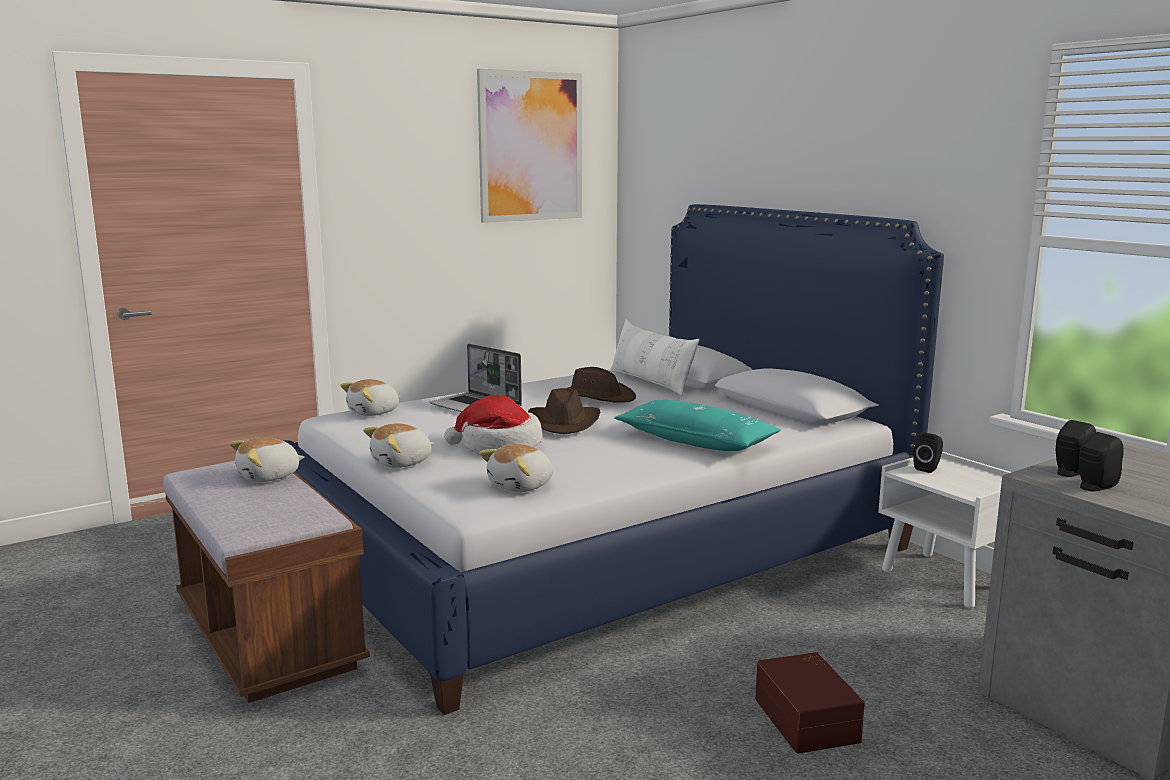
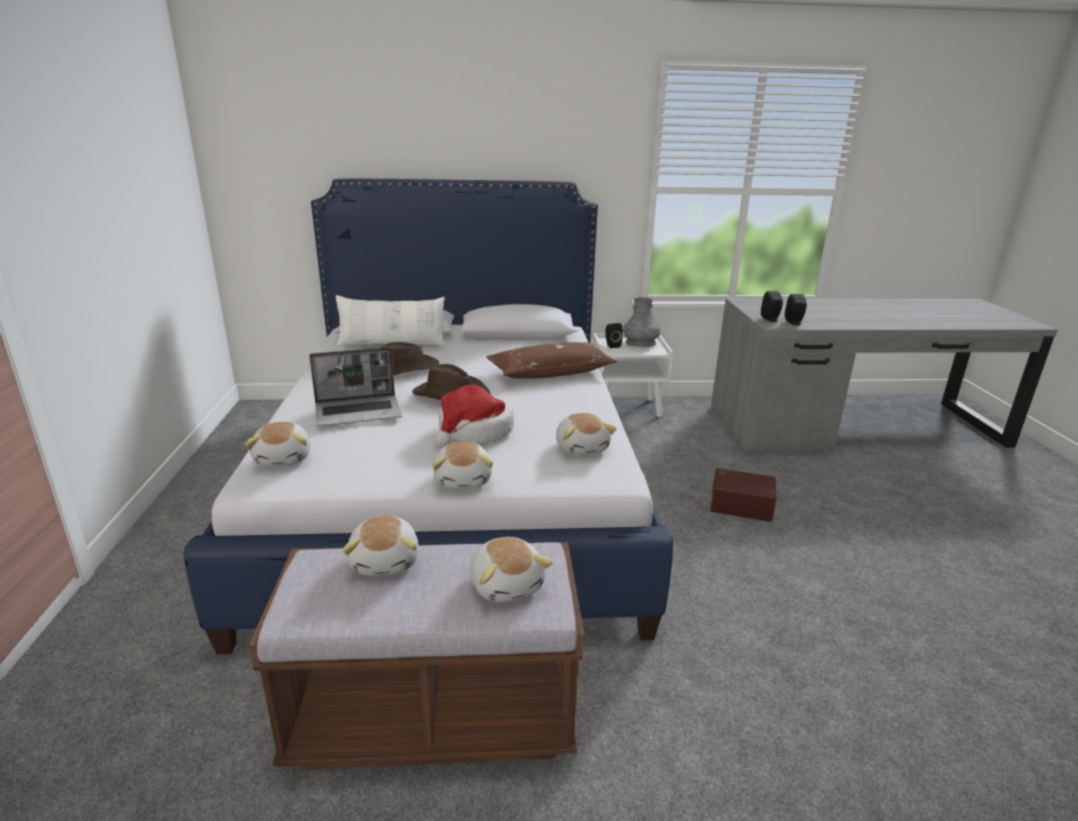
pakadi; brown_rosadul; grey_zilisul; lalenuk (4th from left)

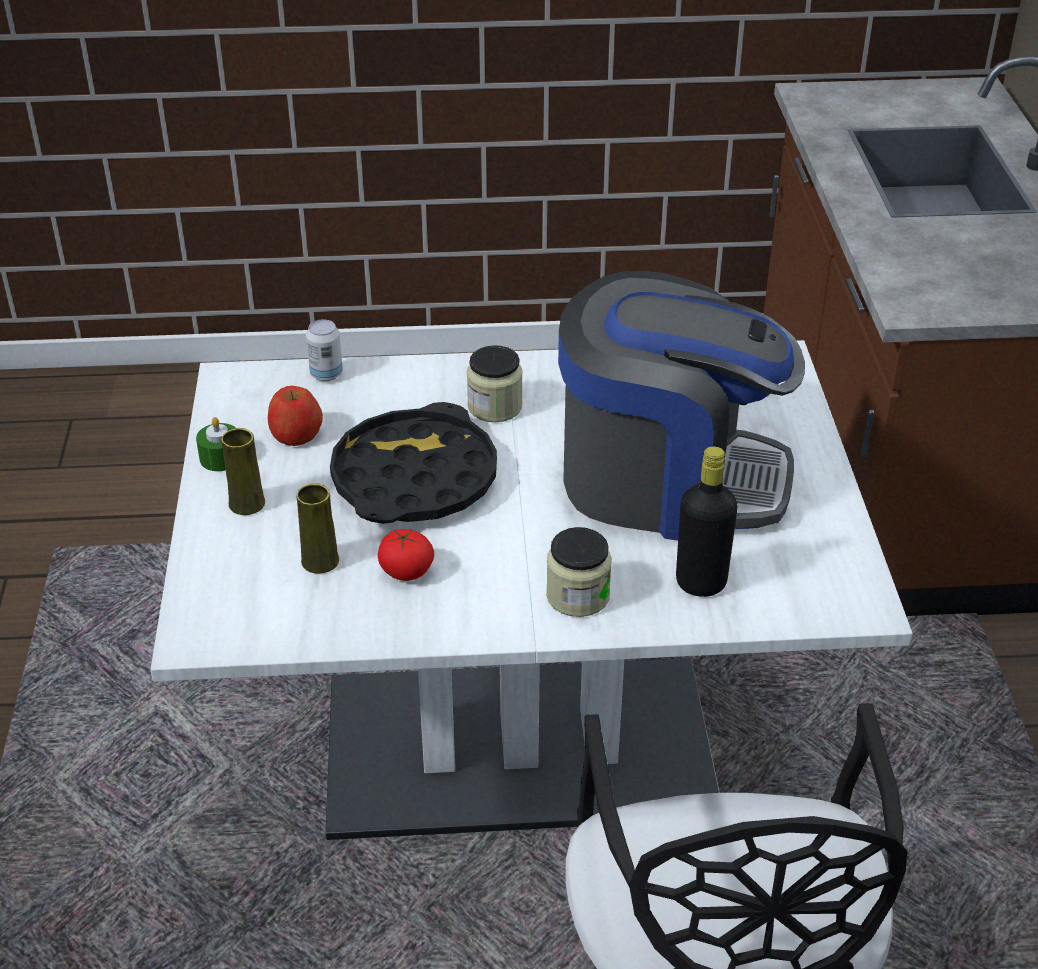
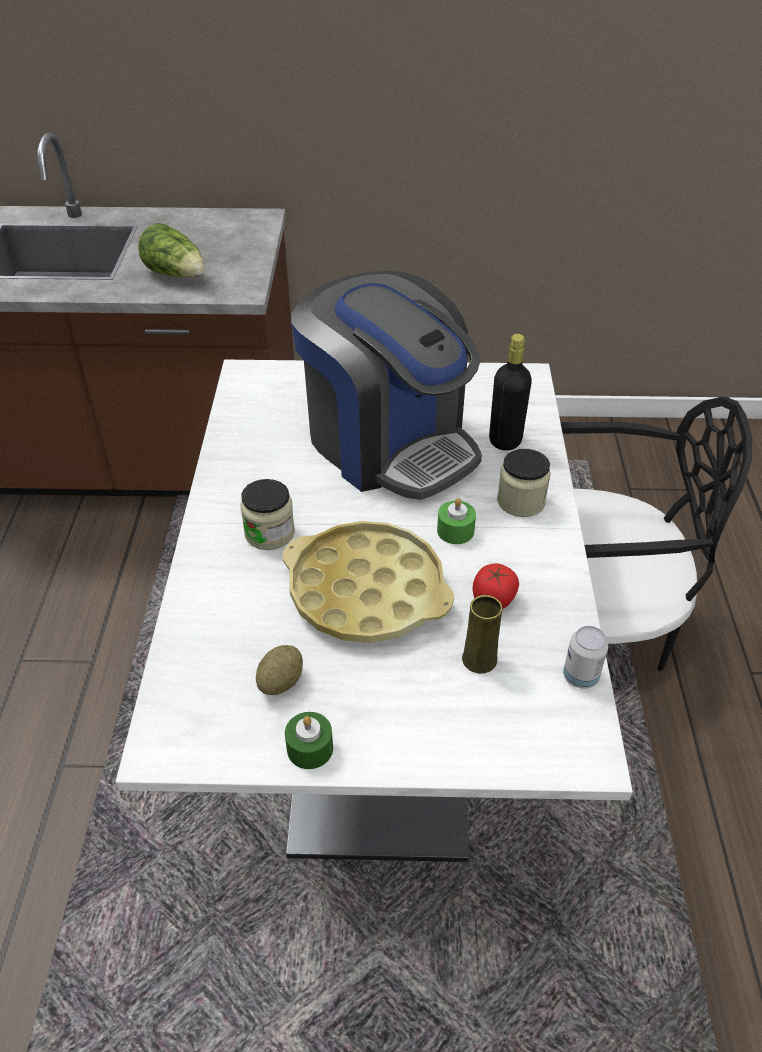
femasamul; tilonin; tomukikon; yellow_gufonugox; yellow_zilisul (1st from left in the first image); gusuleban; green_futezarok (2nd from left)

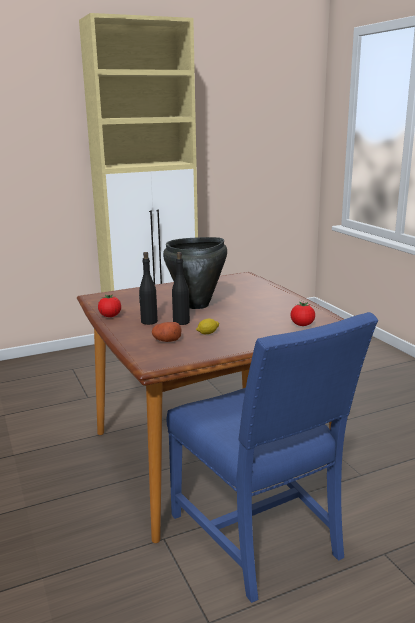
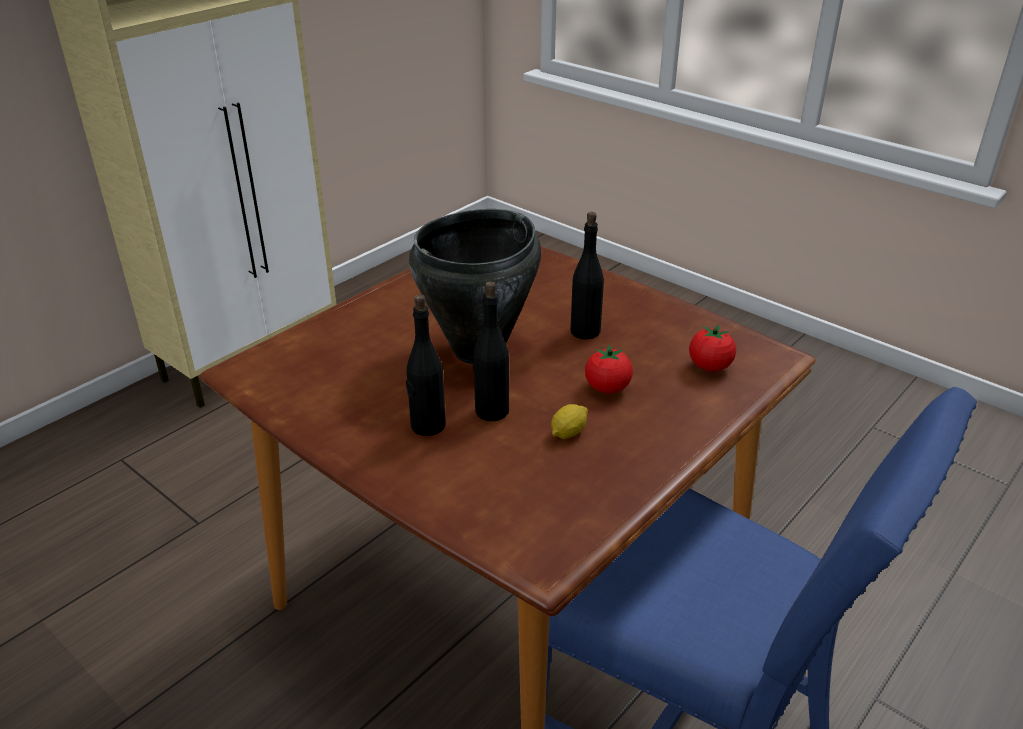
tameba (1st from left); tomukikon; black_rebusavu (3rd from left)

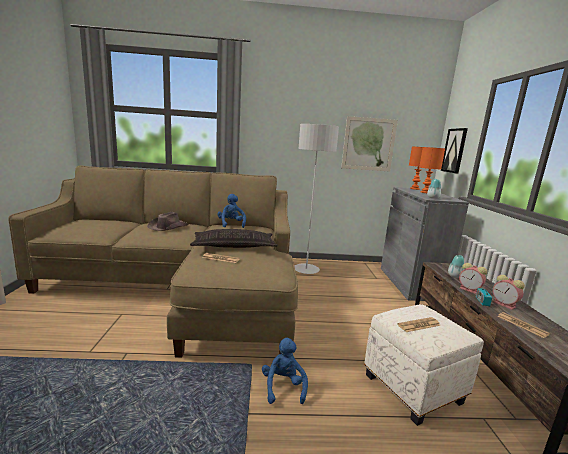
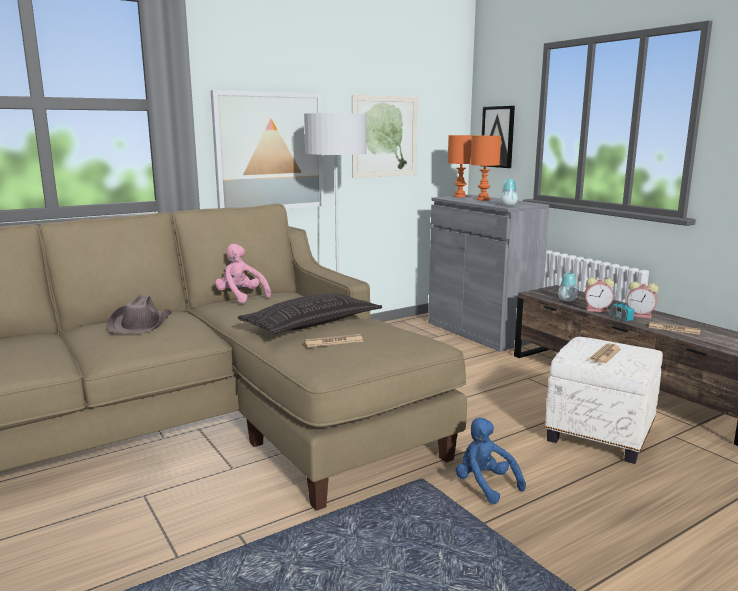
pink_lalenuk; pakadi (1st from left)

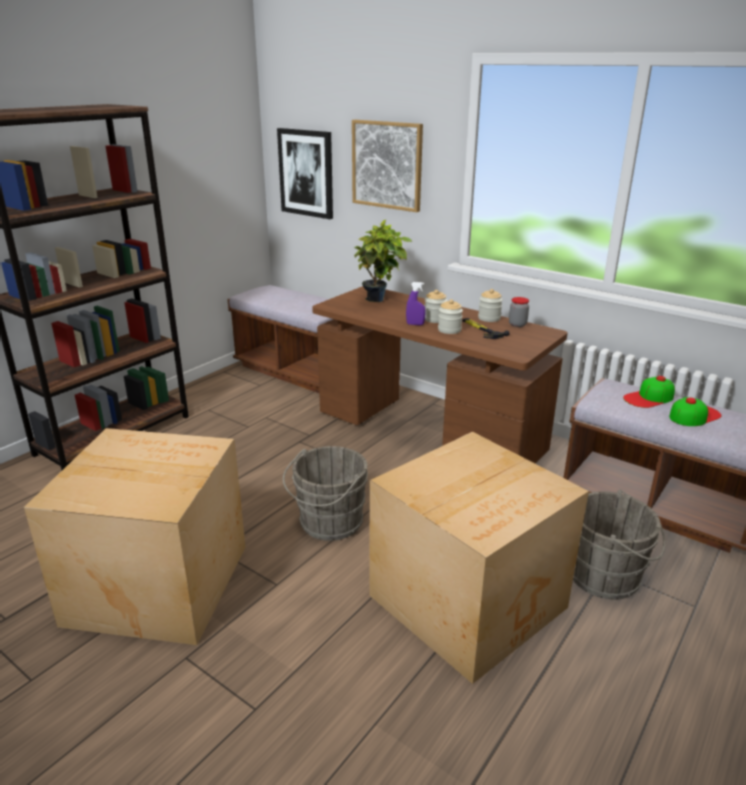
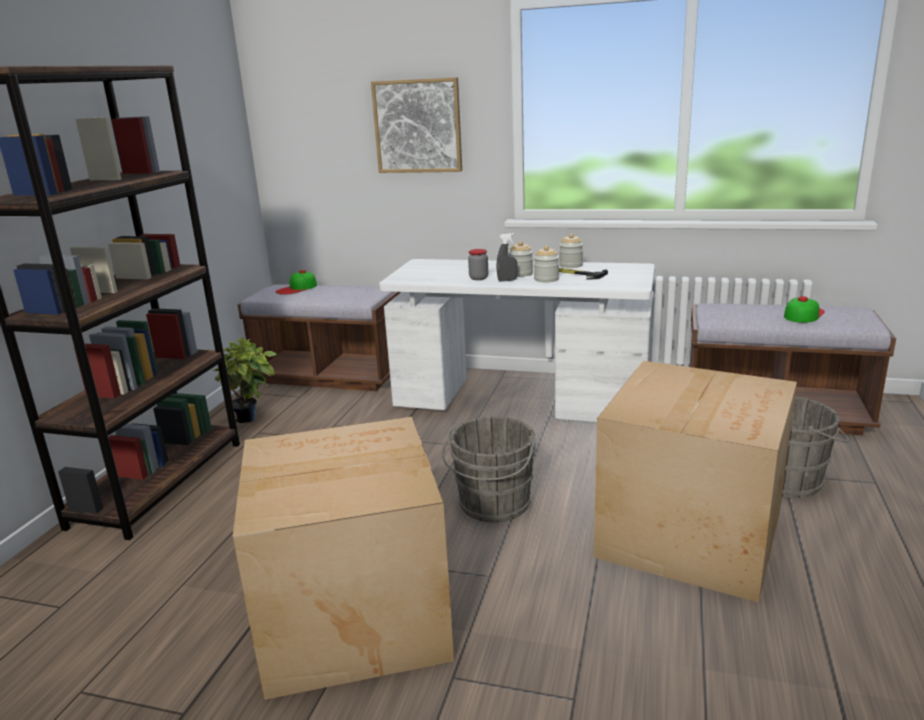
pakadi (1st from left in the first image); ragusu; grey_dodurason; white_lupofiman; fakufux (1st from left); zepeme (1st from left)

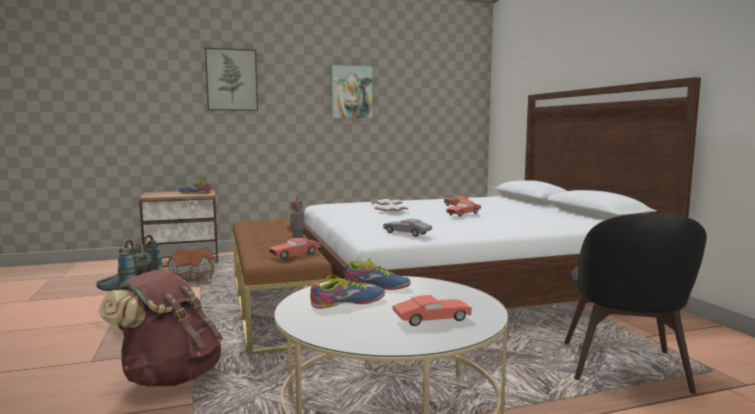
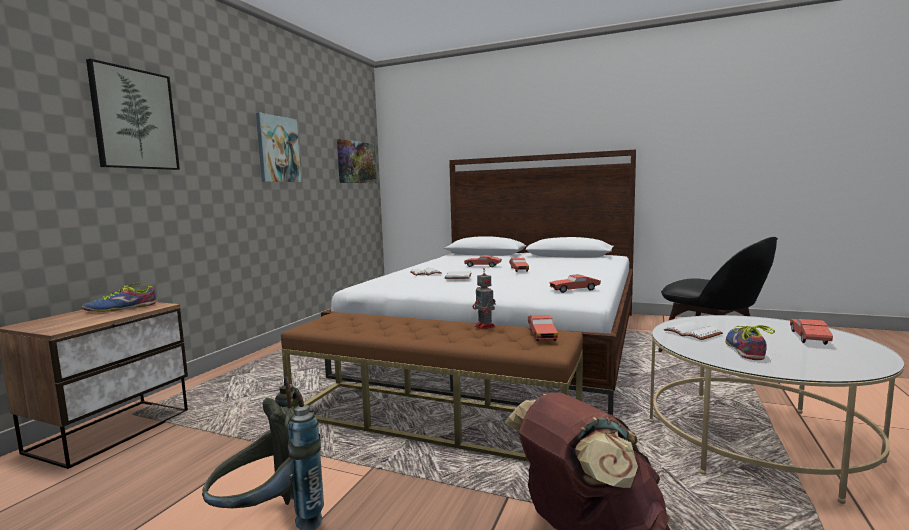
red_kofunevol (4th from left); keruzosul; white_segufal (3rd from left); pakadi (3rd from left)

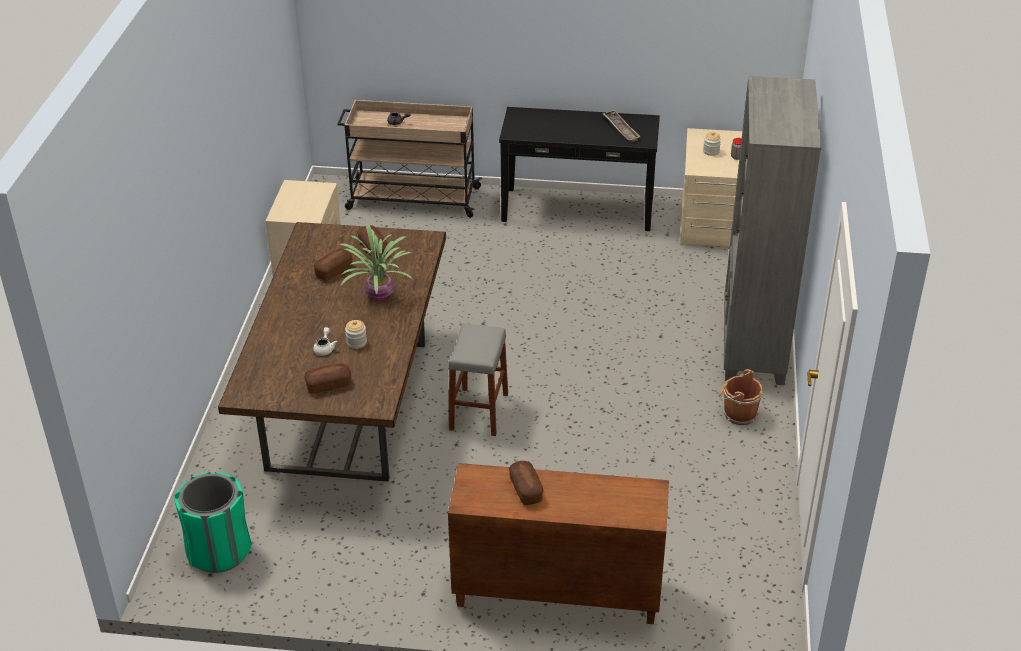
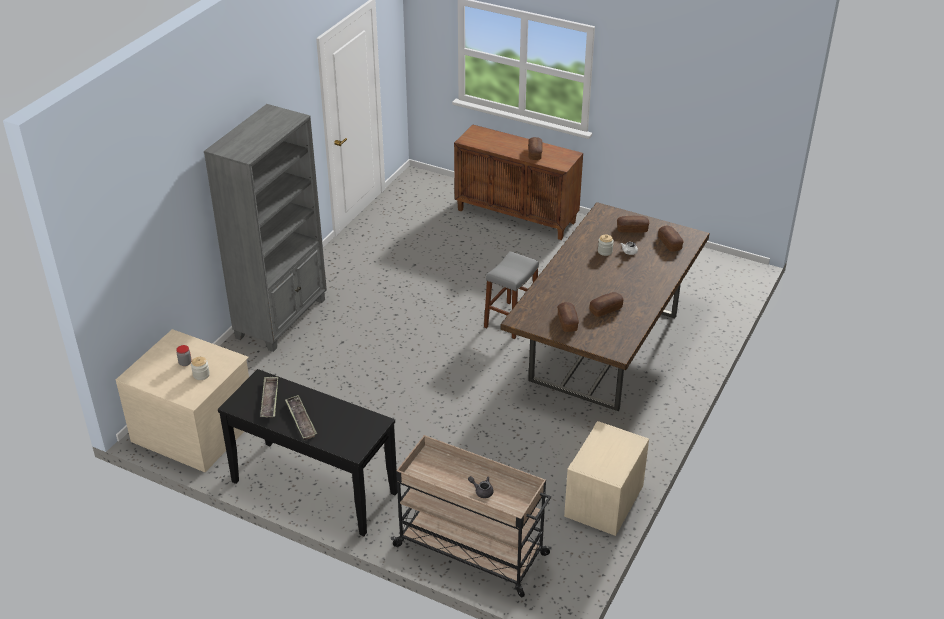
ragusu; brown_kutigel; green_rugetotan; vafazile (5th from left); gufonugox (2nd from left)

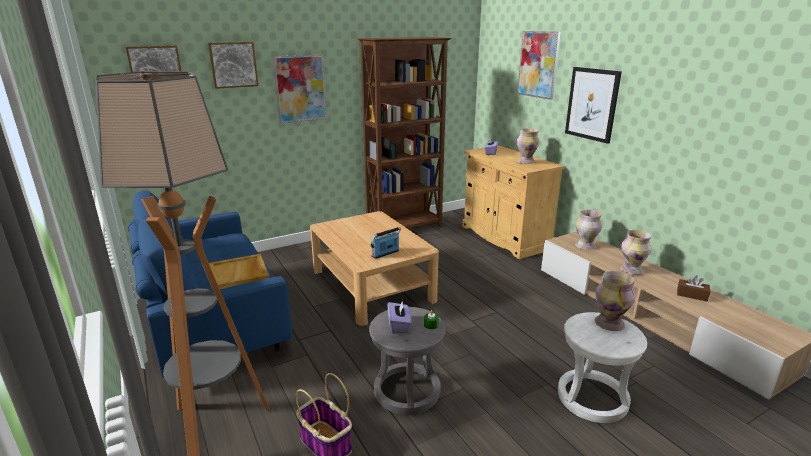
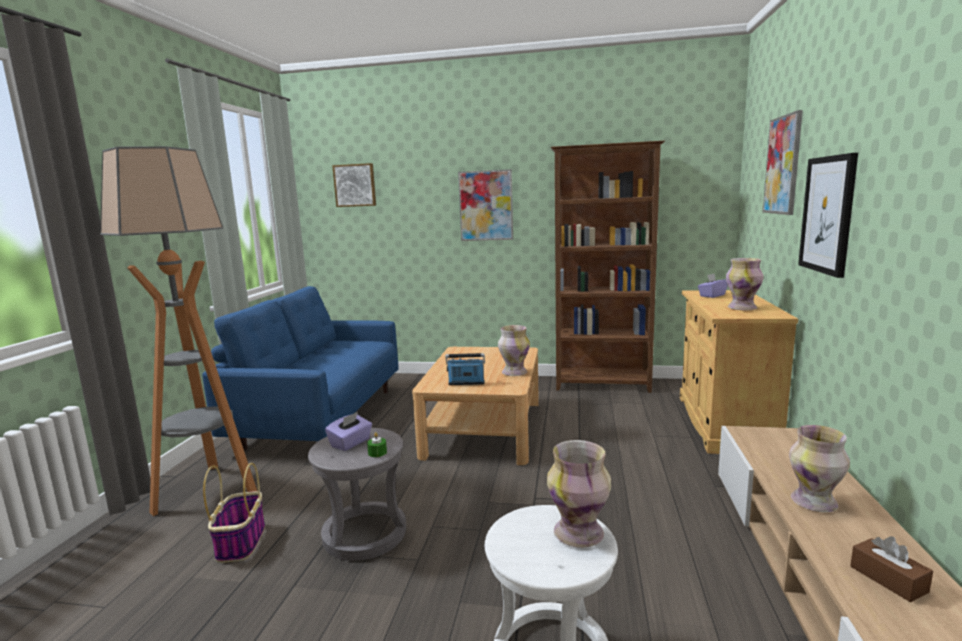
pakadi (2nd from left in the first image); zilisul (1st from left); beige_gufonugox

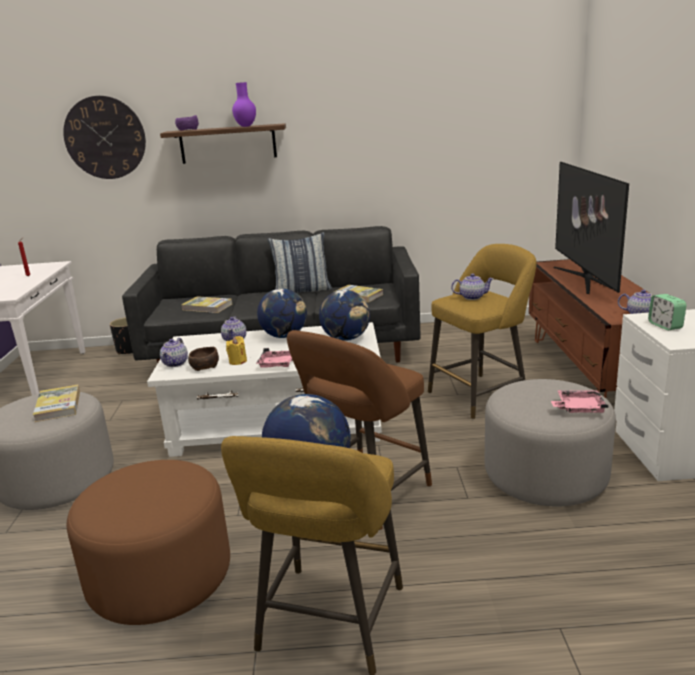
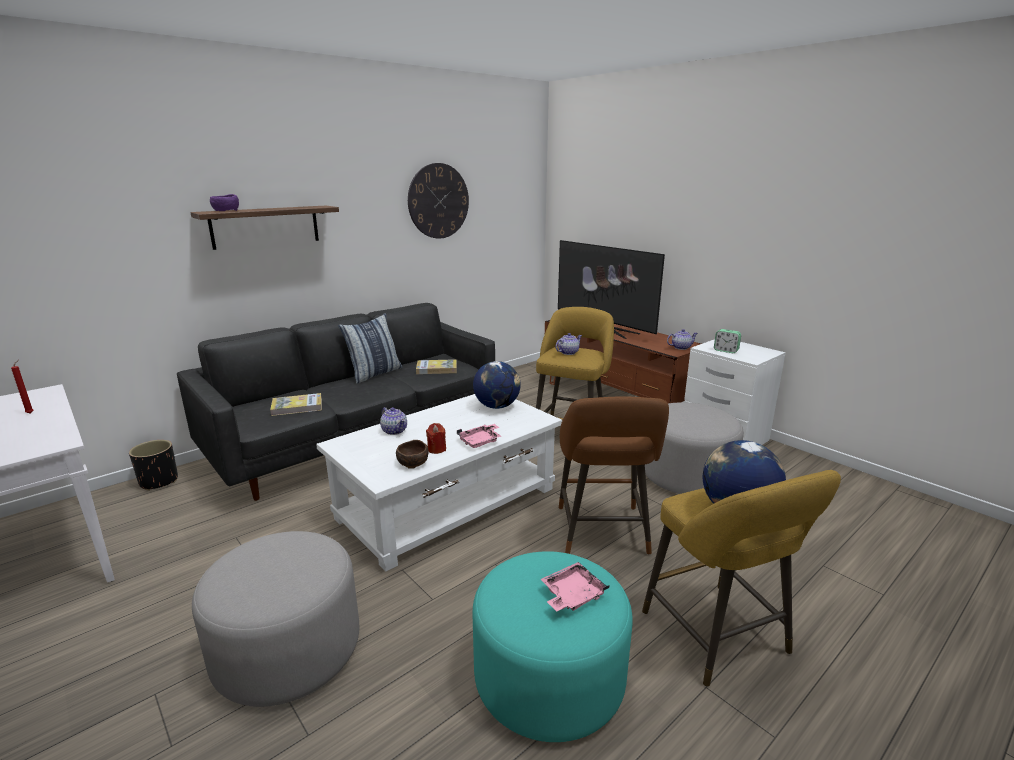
purple_zilisul; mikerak; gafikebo (1st from left in the first image); red_futezarok (2nd from left); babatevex (1st from left in the first image); segufal (1st from left in the first image); pink_gufonugox (2nd from left); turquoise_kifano

